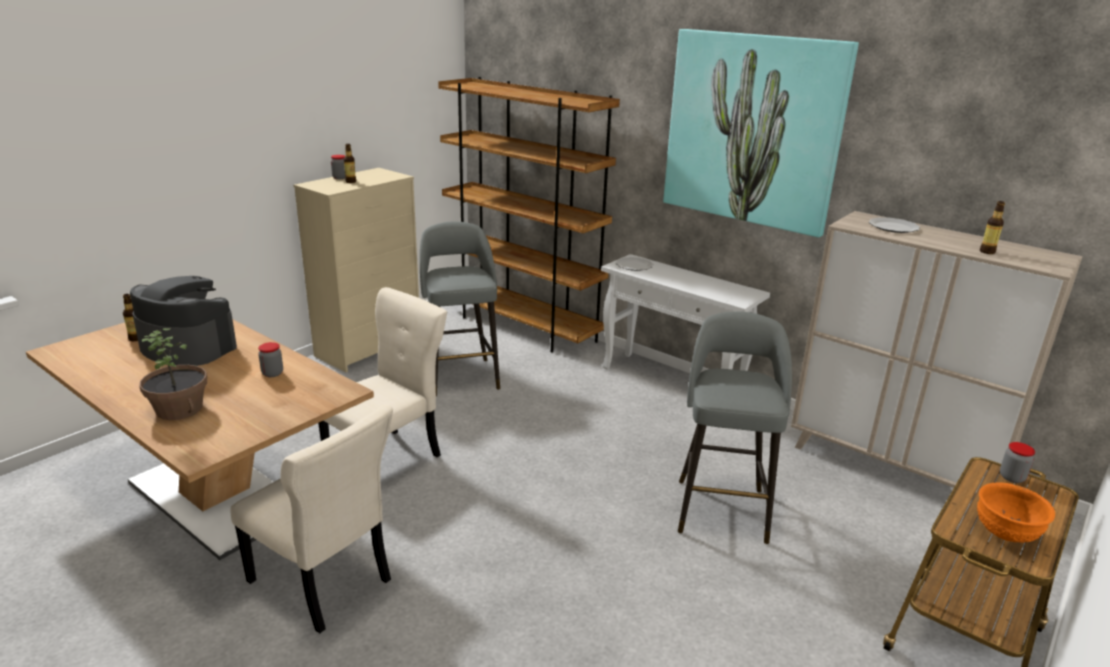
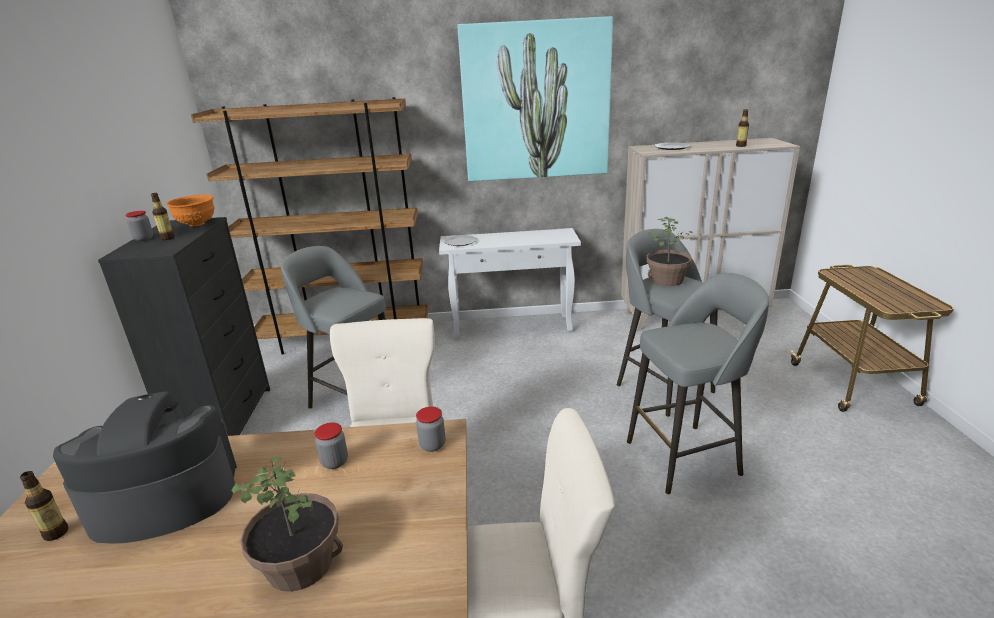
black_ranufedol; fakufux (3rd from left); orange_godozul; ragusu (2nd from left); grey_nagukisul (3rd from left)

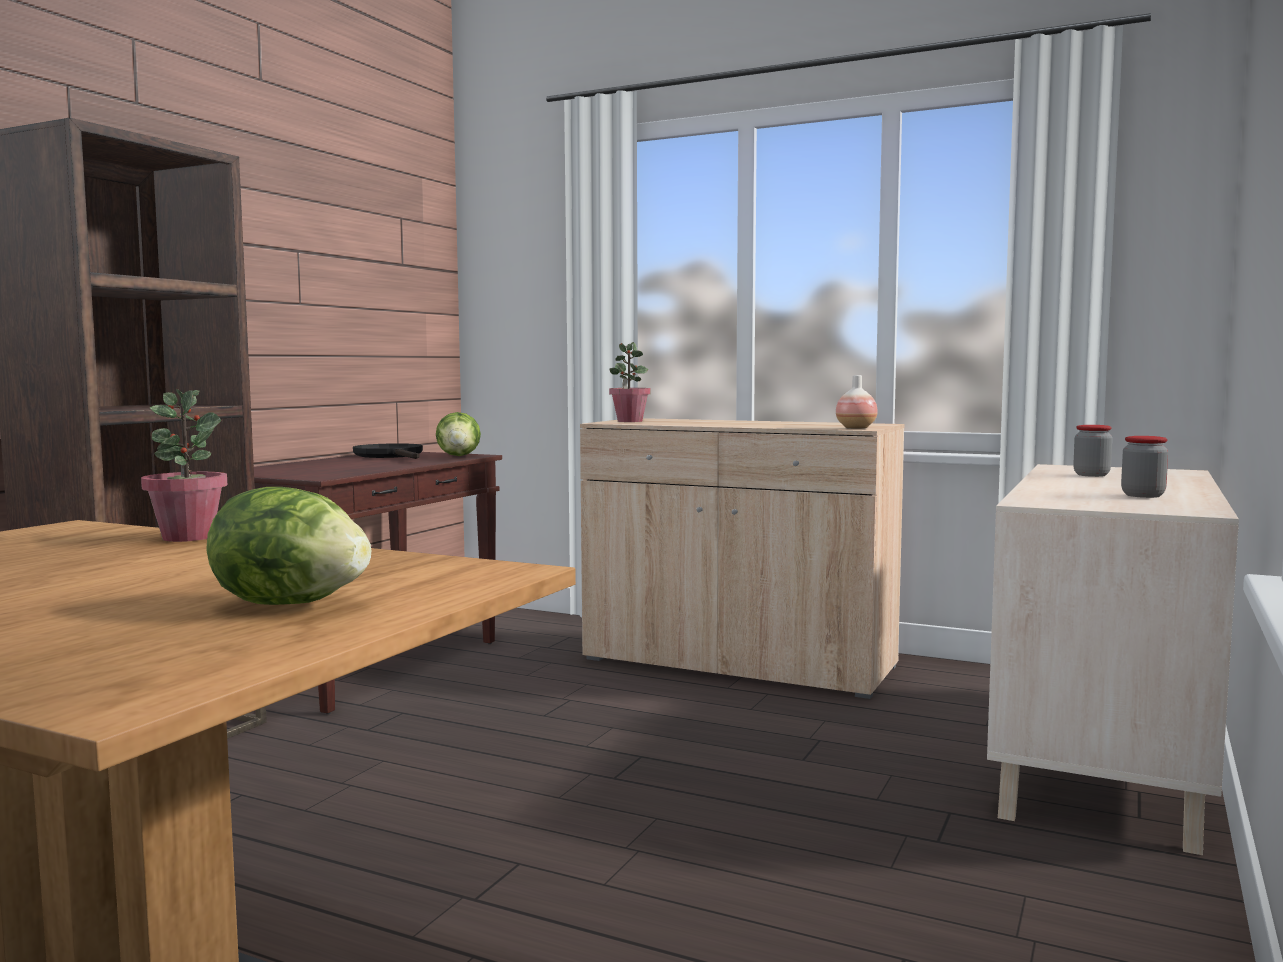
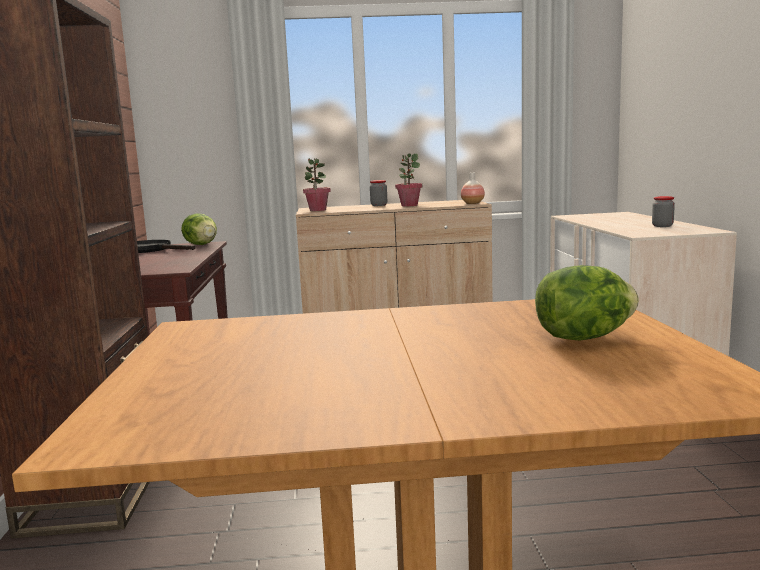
ragusu (2nd from left); fakufux (1st from left)

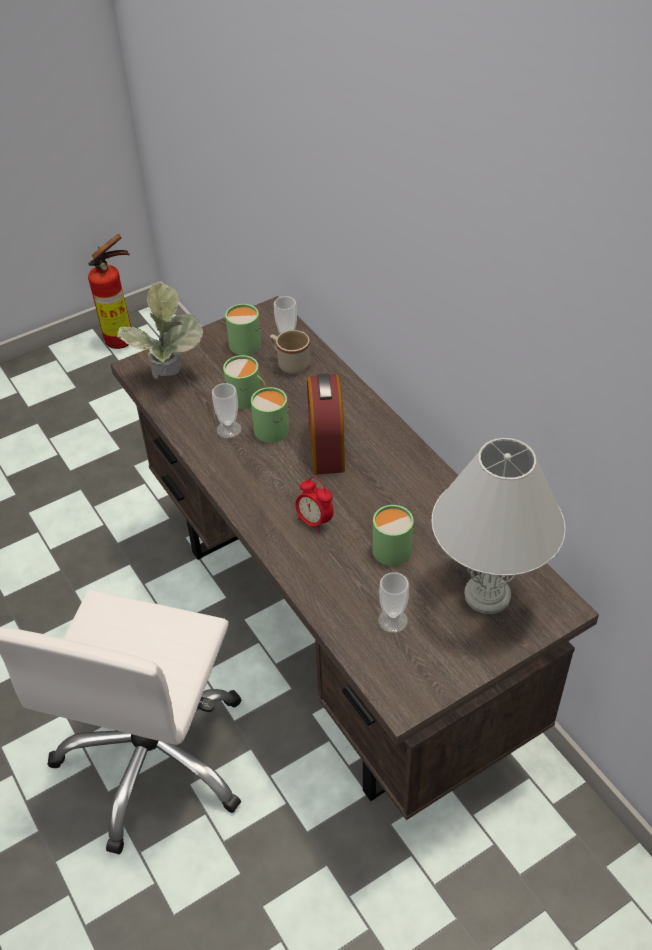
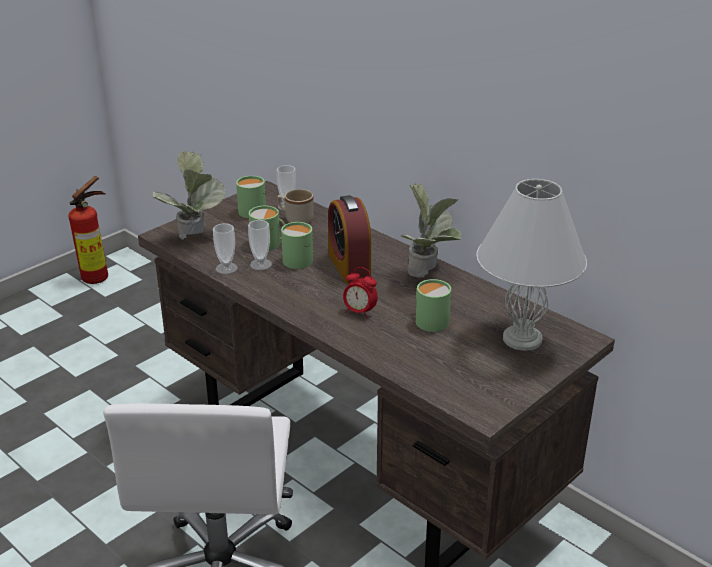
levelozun (1st from left); ragusu (2nd from left)

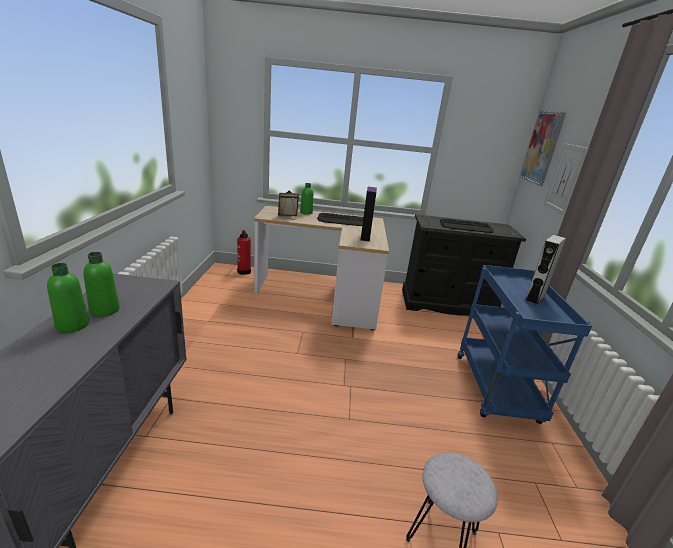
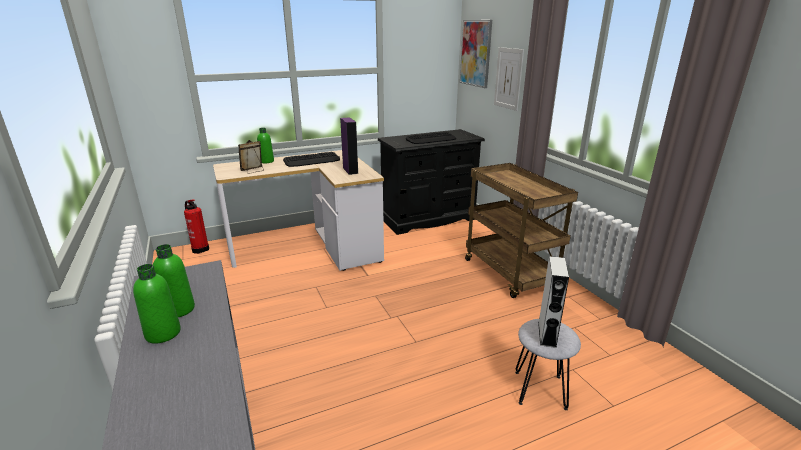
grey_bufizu; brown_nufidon

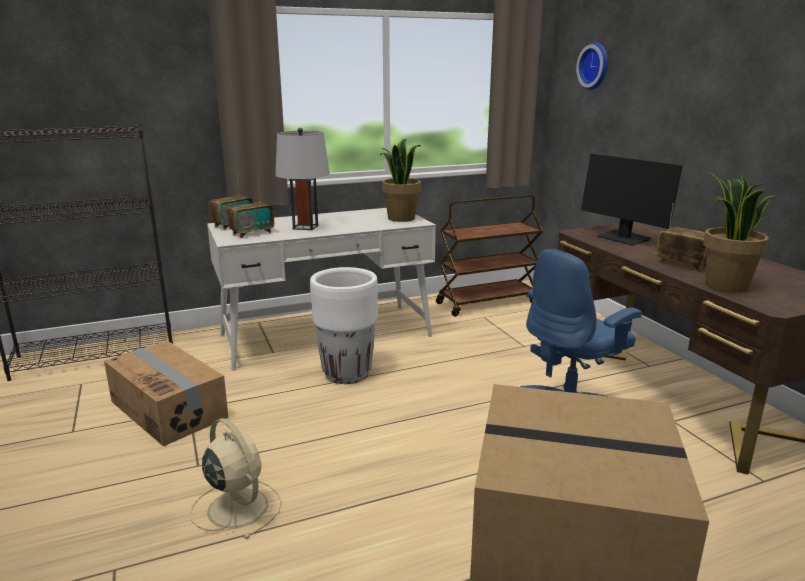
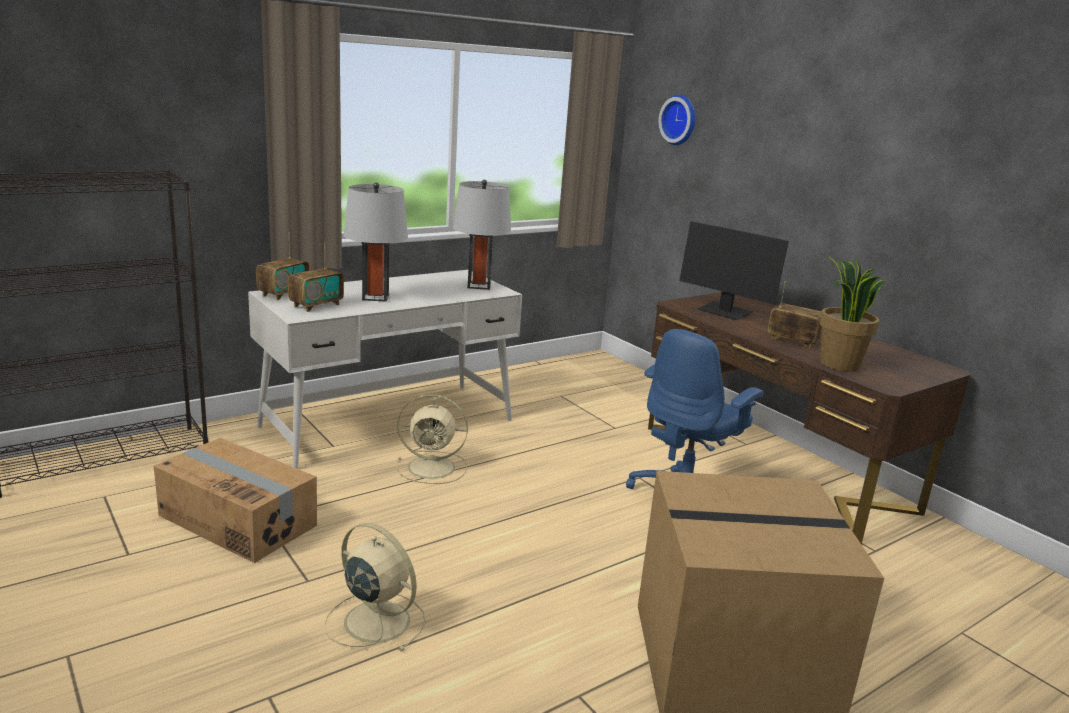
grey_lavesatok (2nd from left); brown_nufidon; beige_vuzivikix (2nd from left)

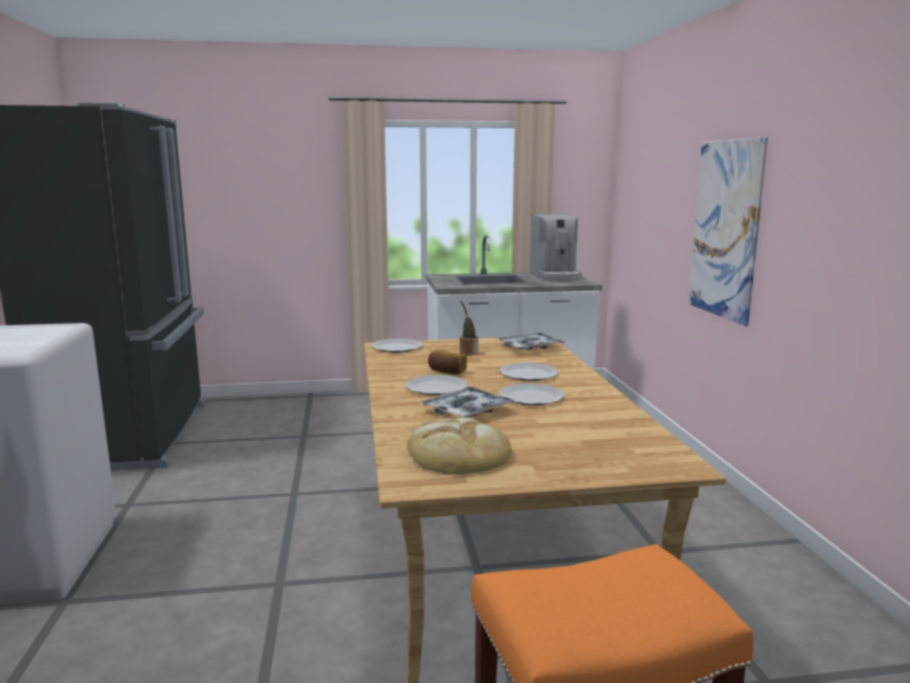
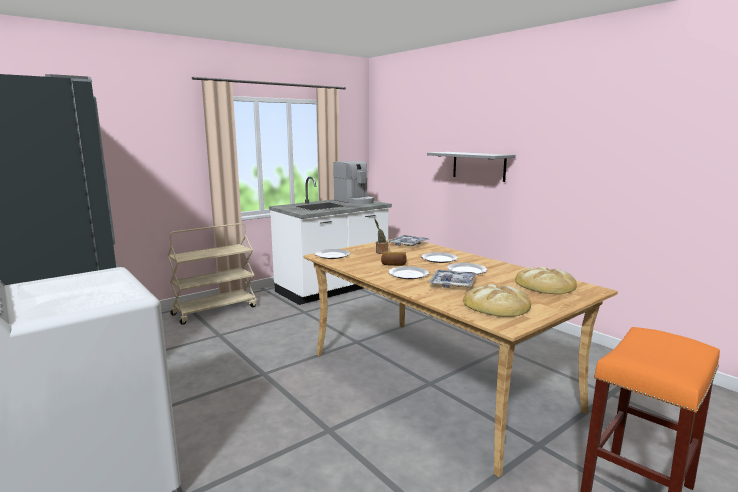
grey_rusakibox; beige_nufidon; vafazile (3rd from left)

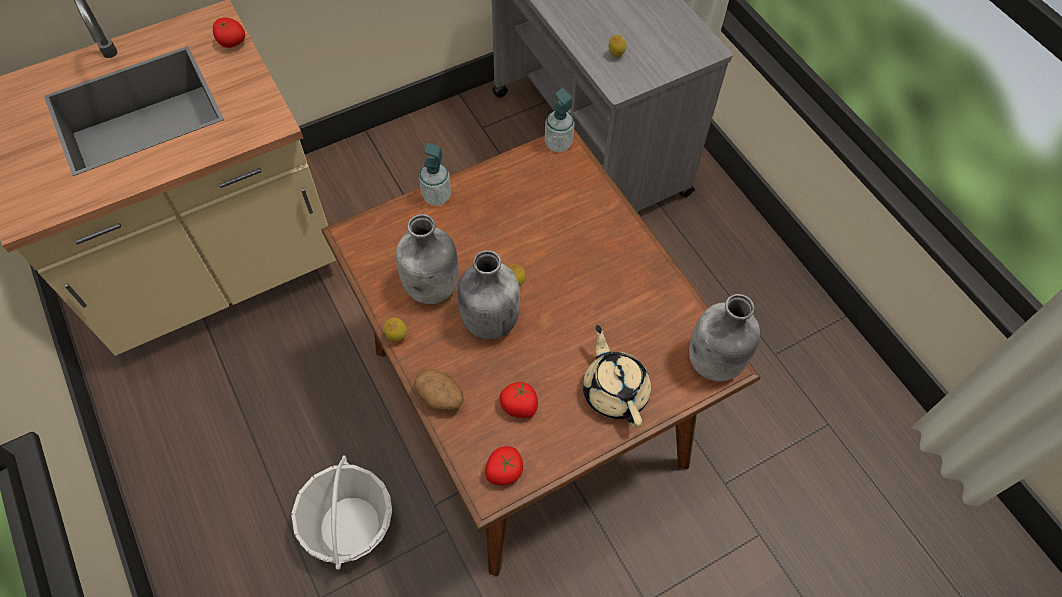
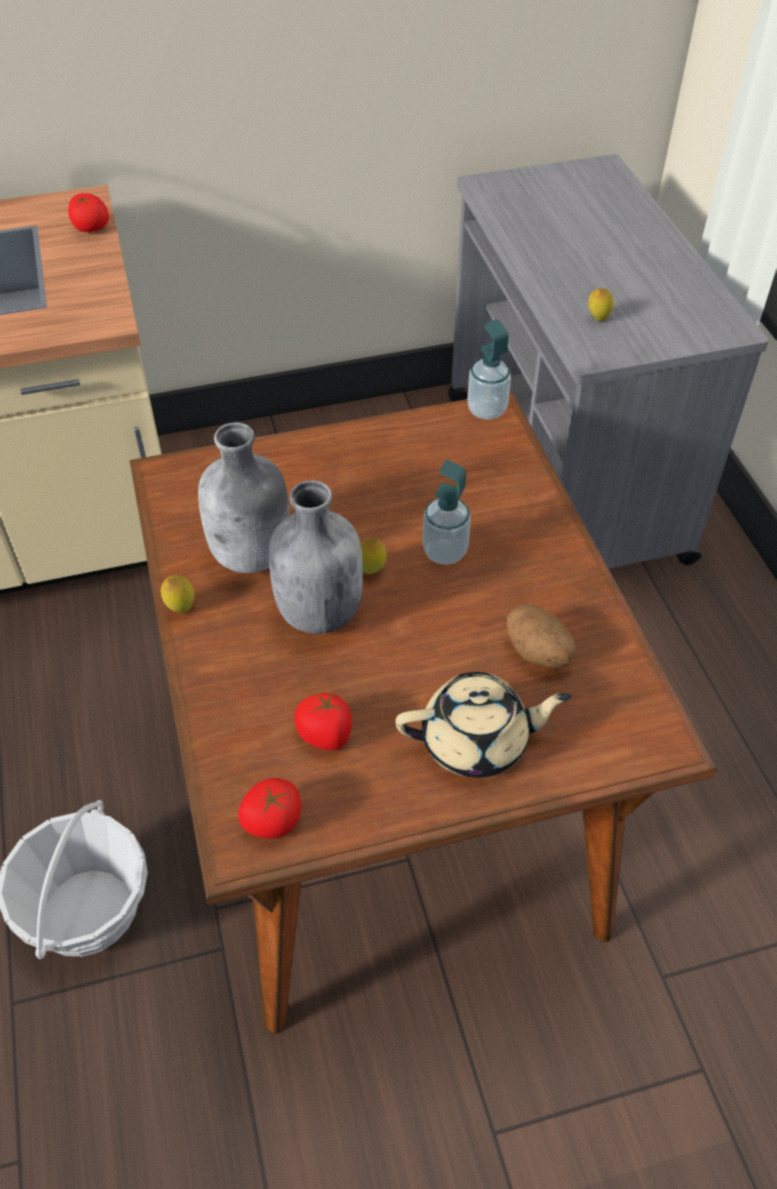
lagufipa (1st from left); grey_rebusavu (3rd from left in the first image); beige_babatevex; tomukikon

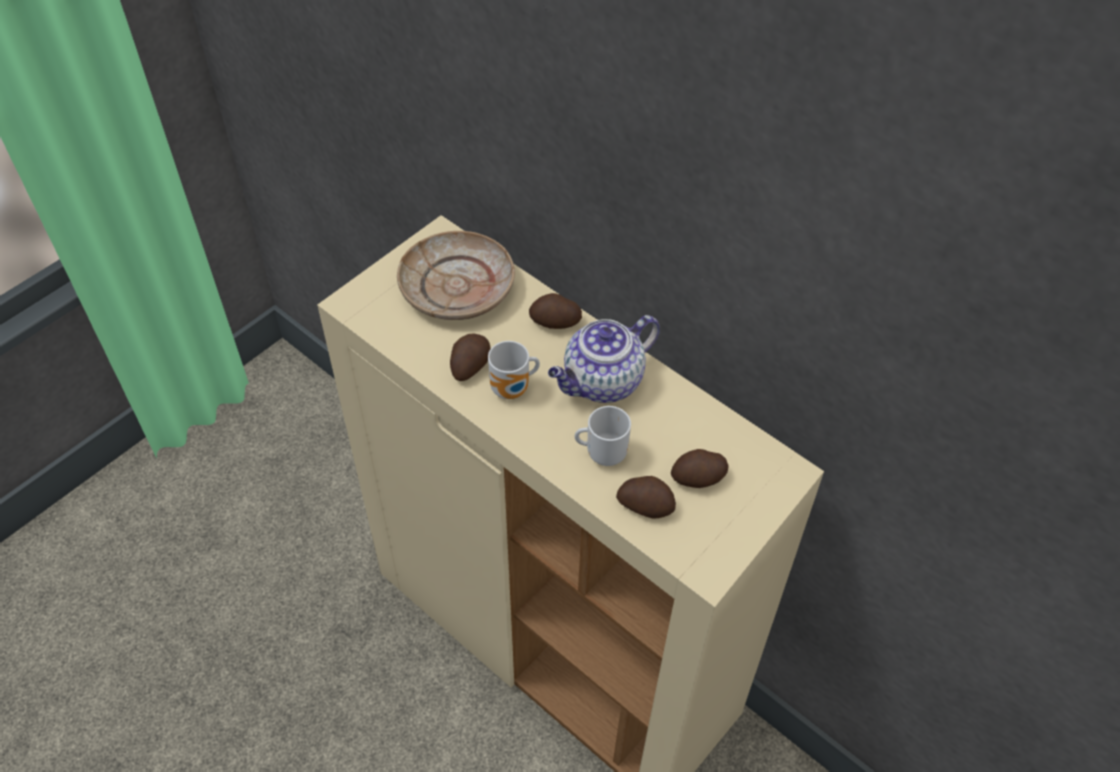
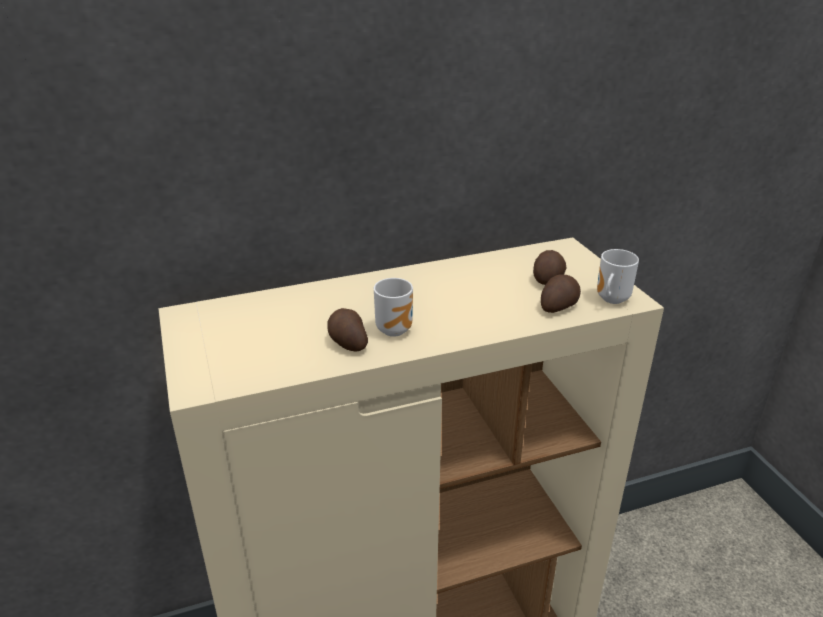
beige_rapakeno; tomukikon (2nd from left in the first image); babatevex; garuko (2nd from left)

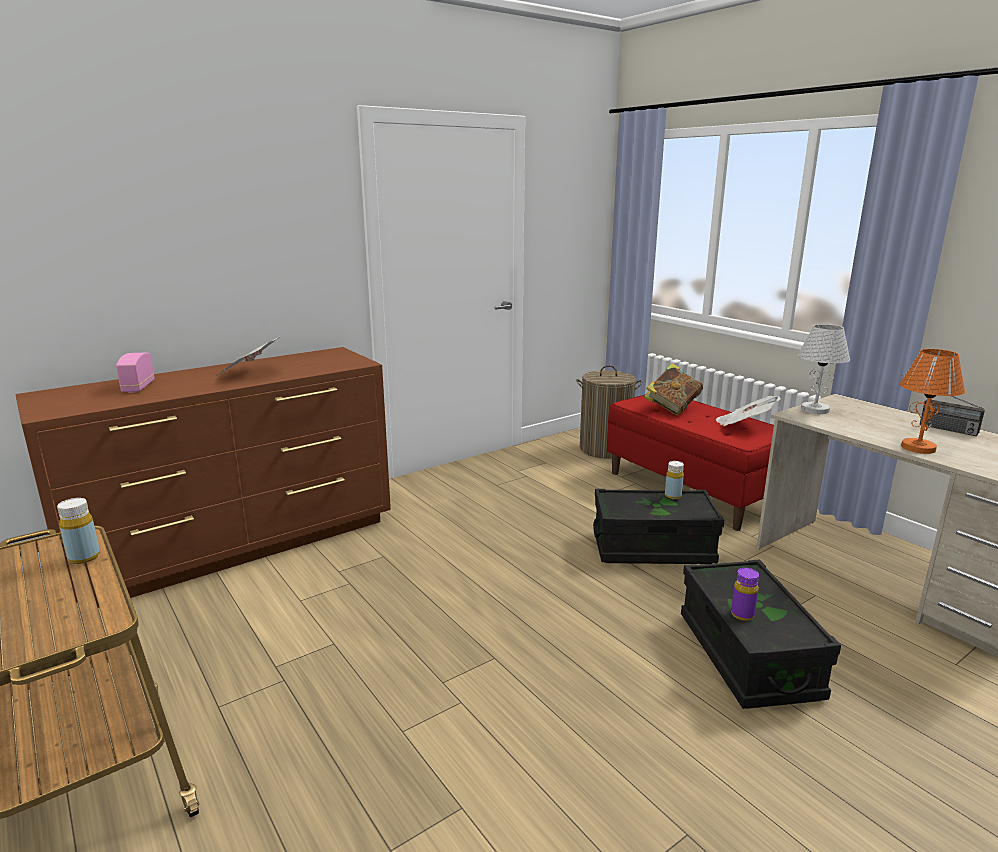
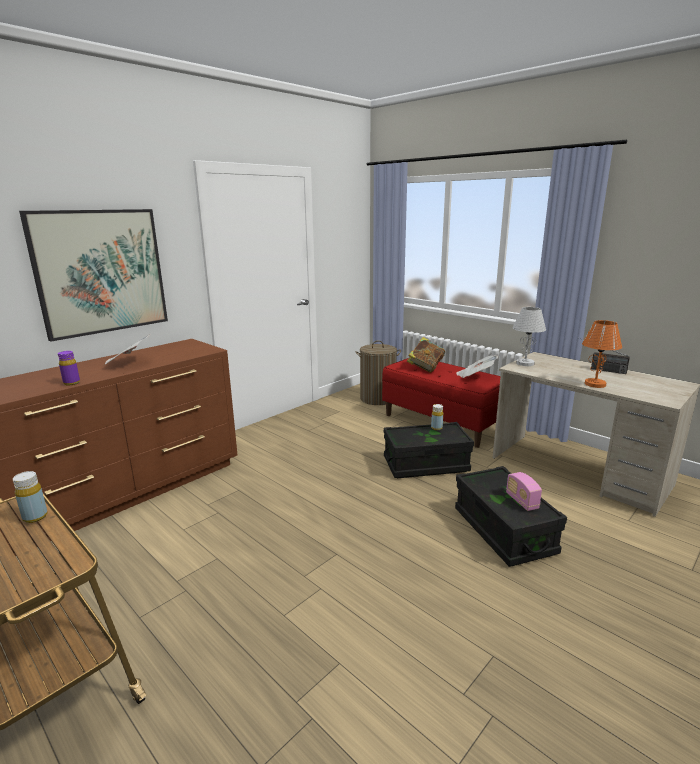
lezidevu (1st from left); purple_rebusavu; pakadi

